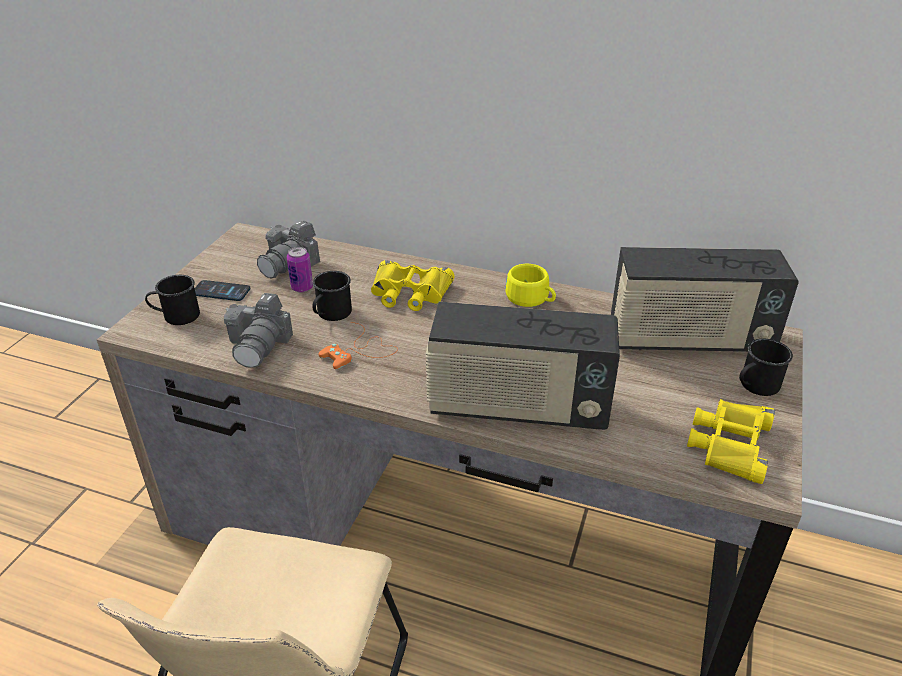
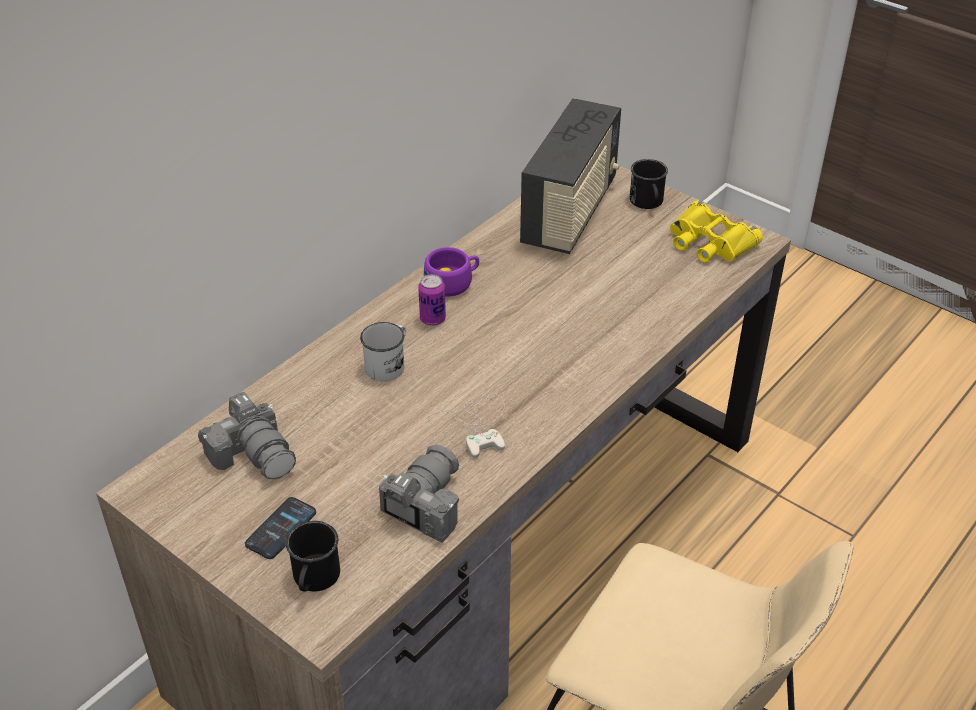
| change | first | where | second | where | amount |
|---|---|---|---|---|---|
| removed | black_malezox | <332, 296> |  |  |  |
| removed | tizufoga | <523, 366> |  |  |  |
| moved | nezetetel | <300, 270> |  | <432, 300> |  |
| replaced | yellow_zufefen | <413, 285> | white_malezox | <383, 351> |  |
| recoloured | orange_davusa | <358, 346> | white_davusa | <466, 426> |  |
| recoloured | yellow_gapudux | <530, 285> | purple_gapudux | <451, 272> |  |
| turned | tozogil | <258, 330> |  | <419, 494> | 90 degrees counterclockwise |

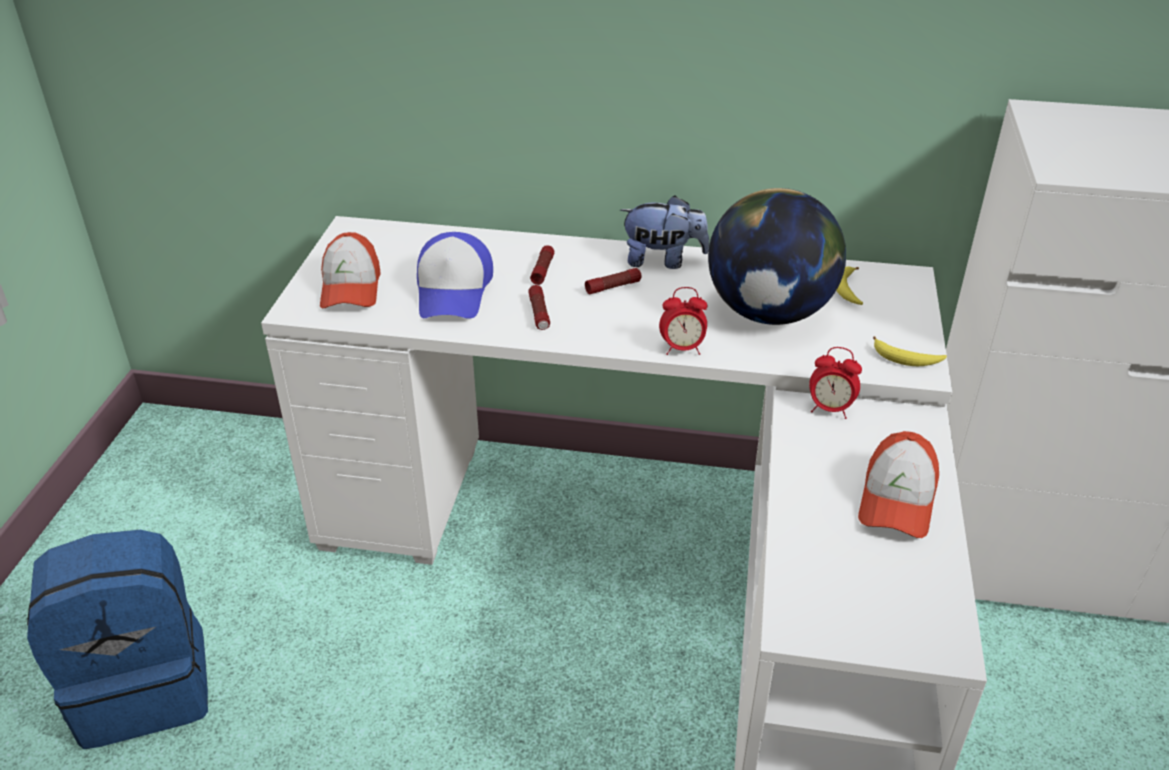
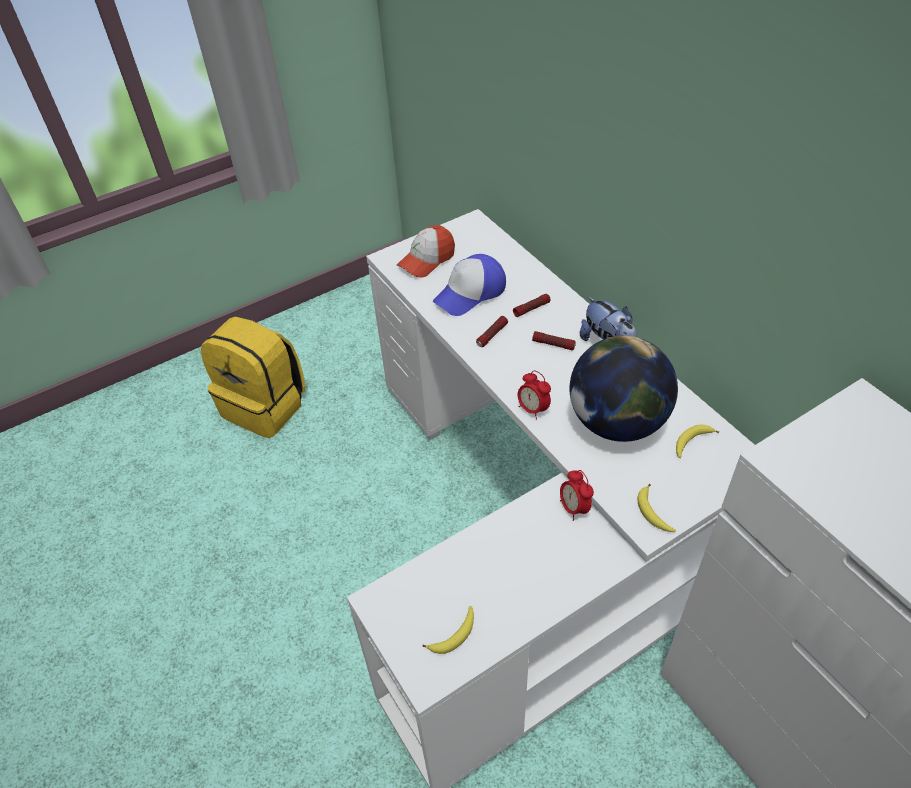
| change | first | where | second | where | amount |
|---|---|---|---|---|---|
| removed | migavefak | <898, 484> |  |  |  |
| added |  |  | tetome | <448, 630> |  |
| recoloured | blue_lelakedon | <117, 639> | yellow_lelakedon | <253, 377> |  |

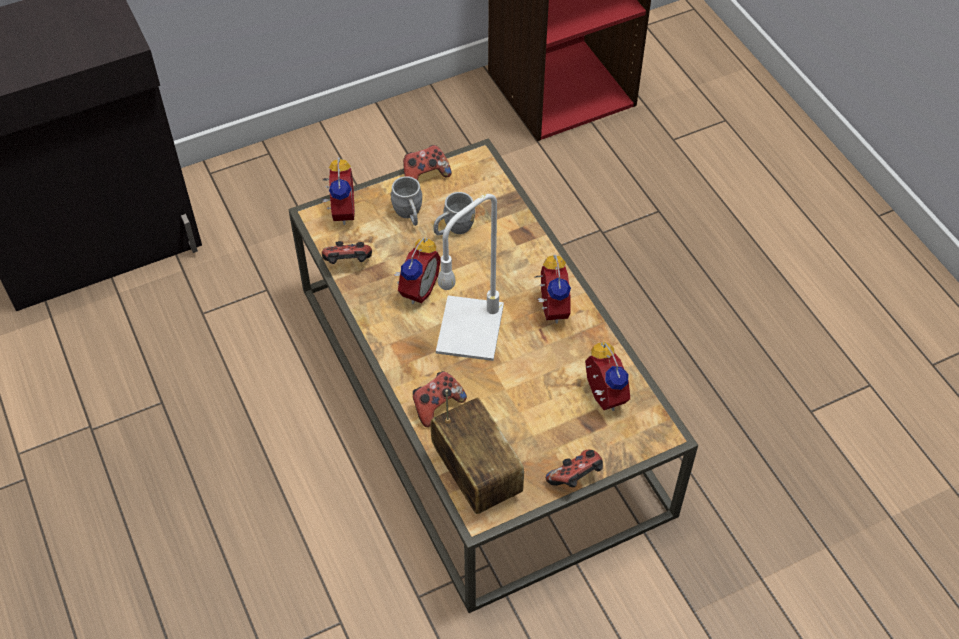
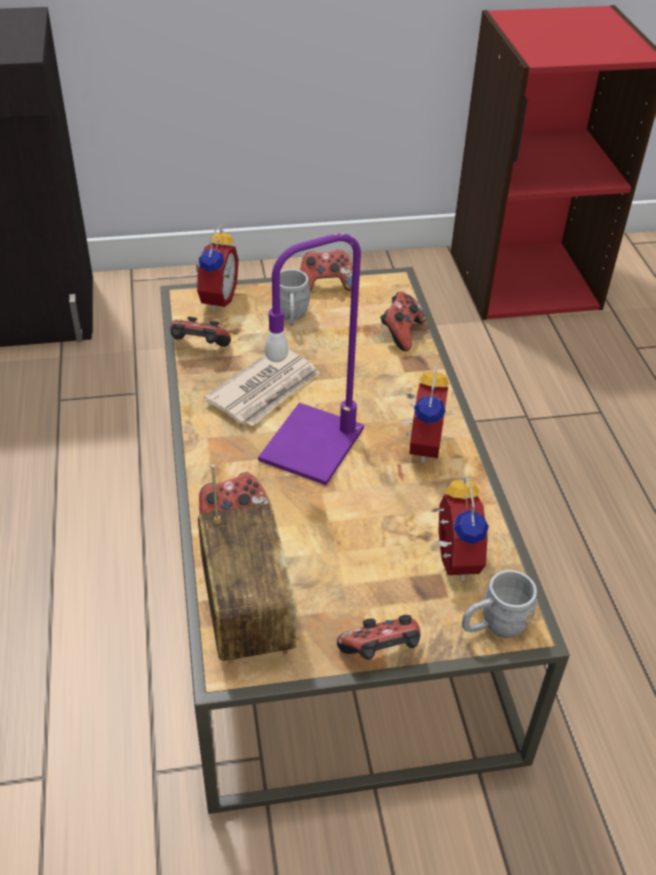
| change | first | where | second | where | amount |
|---|---|---|---|---|---|
| added |  |  | davusa | <403, 321> |  |
| moved | grey_malezox | <454, 213> |  | <499, 604> |  |
| replaced | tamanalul | <417, 270> | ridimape | <262, 387> |  |
| recoloured | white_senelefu | <470, 277> | purple_senelefu | <311, 359> |  |

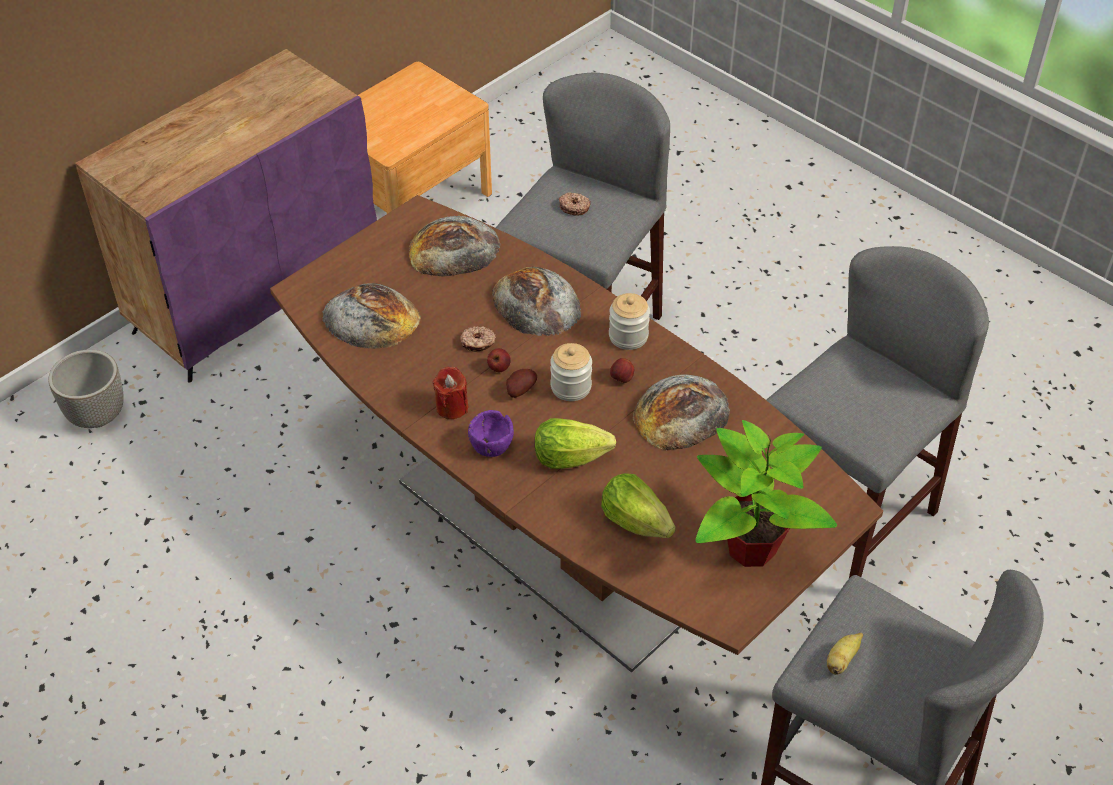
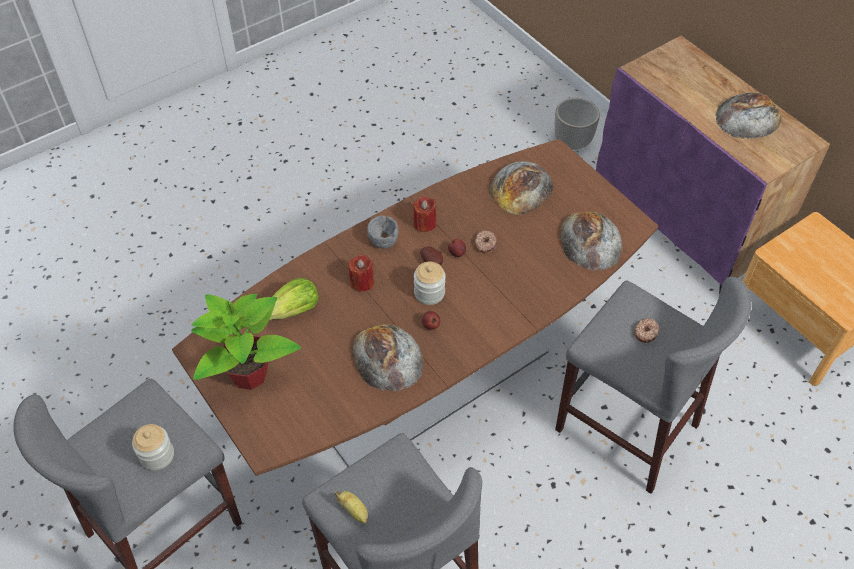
| change | first | where | second | where | amount |
|---|---|---|---|---|---|
| moved | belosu | <536, 301> |  | <748, 115> |  |
| moved | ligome | <629, 321> |  | <153, 447> |  |
| moved | tetome | <845, 654> |  | <351, 507> |  |
| replaced | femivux | <575, 443> | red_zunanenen | <361, 273> |  |
| recoloured | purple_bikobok | <491, 433> | grey_bikobok | <382, 232> |  |

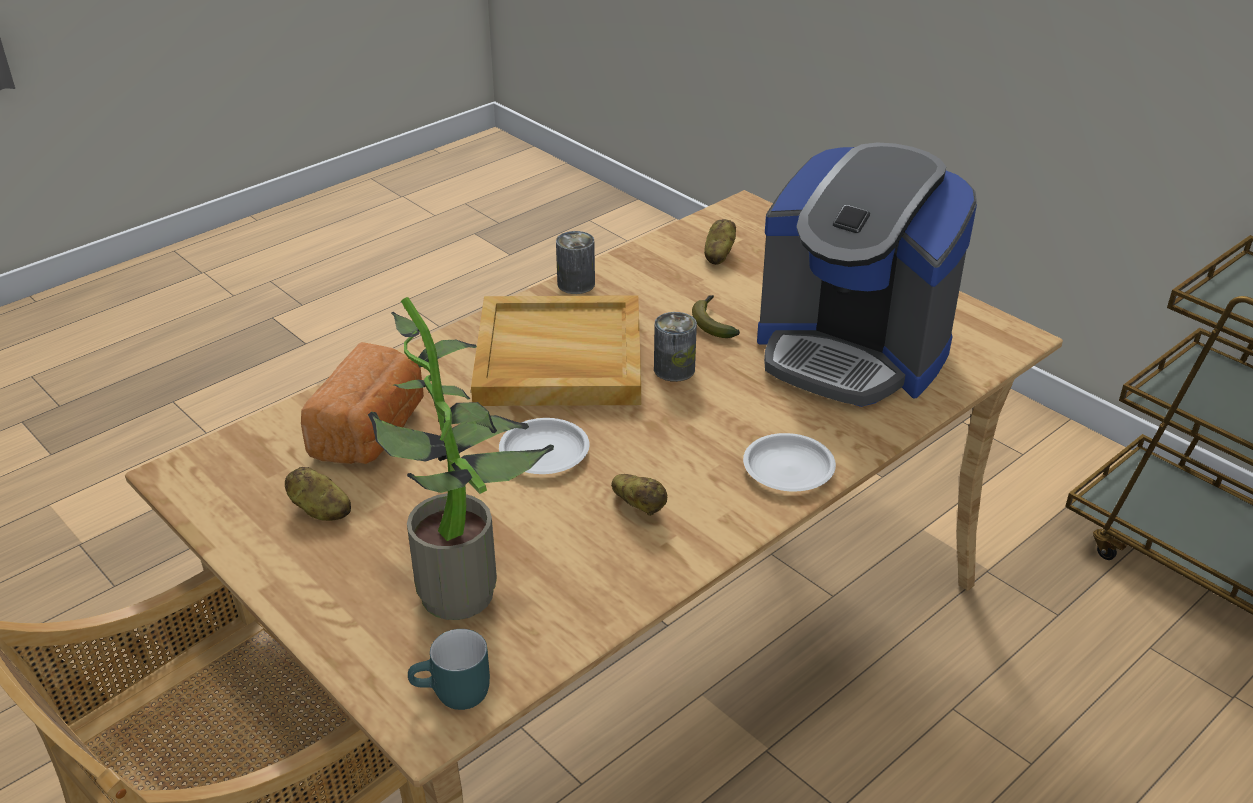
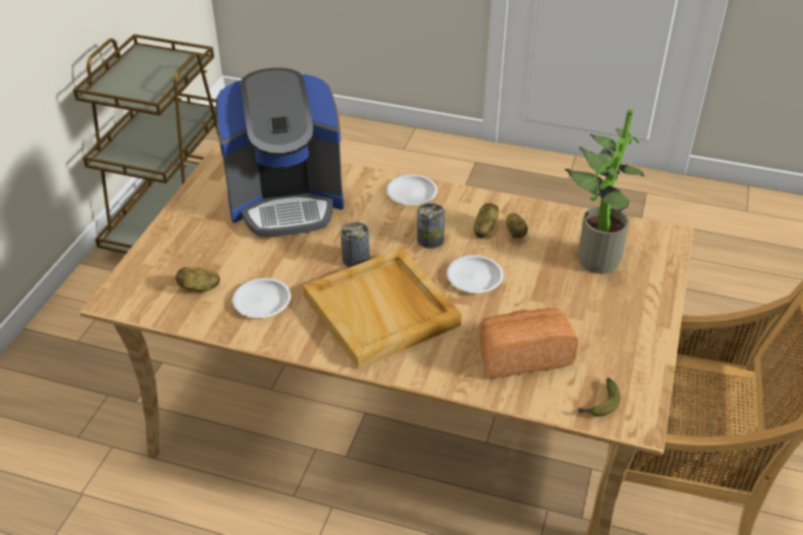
| change | first | where | second | where | amount |
|---|---|---|---|---|---|
| removed | turquoise_malezox | <449, 669> |  |  |  |
| added |  |  | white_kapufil | <261, 298> |  |
| moved | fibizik | <318, 494> |  | <517, 226> |  |
| moved | nezetetel | <575, 262> |  | <431, 226> |  |
| moved | tetome | <716, 316> |  | <599, 397> |  |
| turned | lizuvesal | <867, 274> |  | <280, 152> | 75 degrees clockwise |

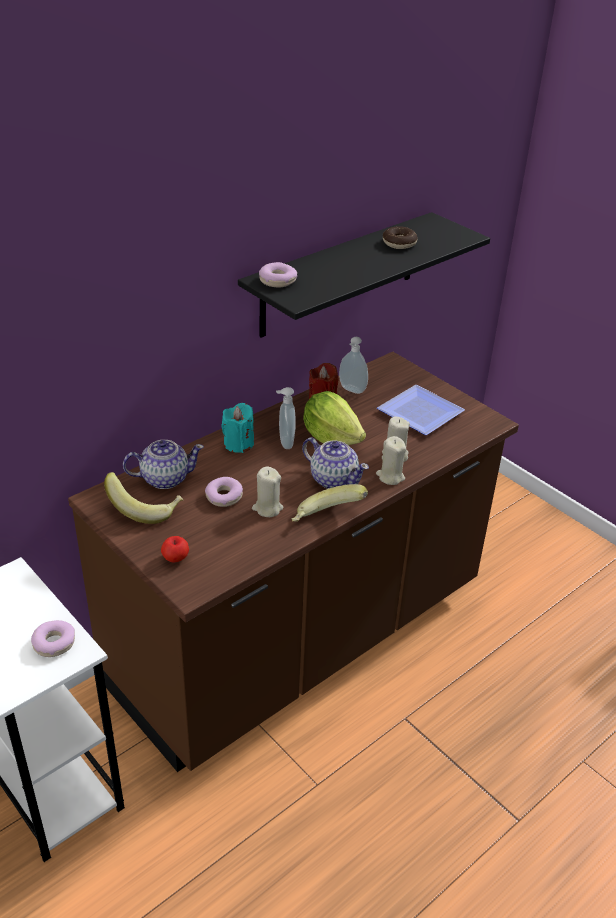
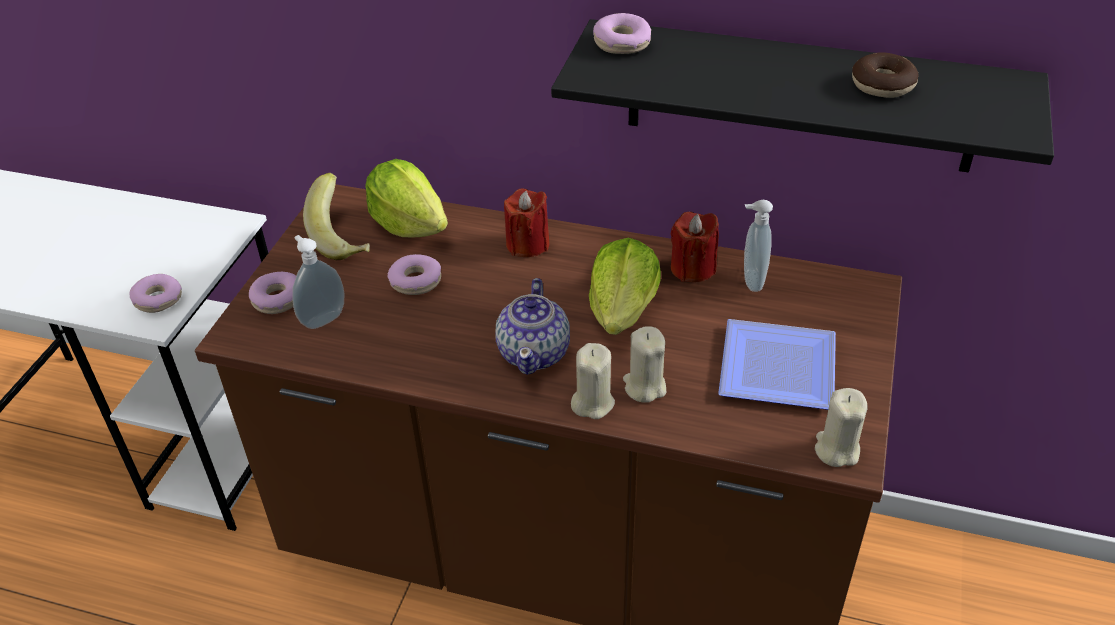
| change | first | where | second | where | amount |
|---|---|---|---|---|---|
| removed | tetome | <330, 503> |  |  |  |
| moved | beige_zunanenen | <267, 492> |  | <841, 427> |  |
| moved | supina | <286, 418> |  | <318, 282> |  |
| replaced | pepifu | <163, 464> | femivux | <406, 198> |  |
| replaced | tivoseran | <175, 549> | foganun | <272, 293> |  |
| recoloured | turquoise_zunanenen | <238, 428> | red_zunanenen | <527, 223> |  |

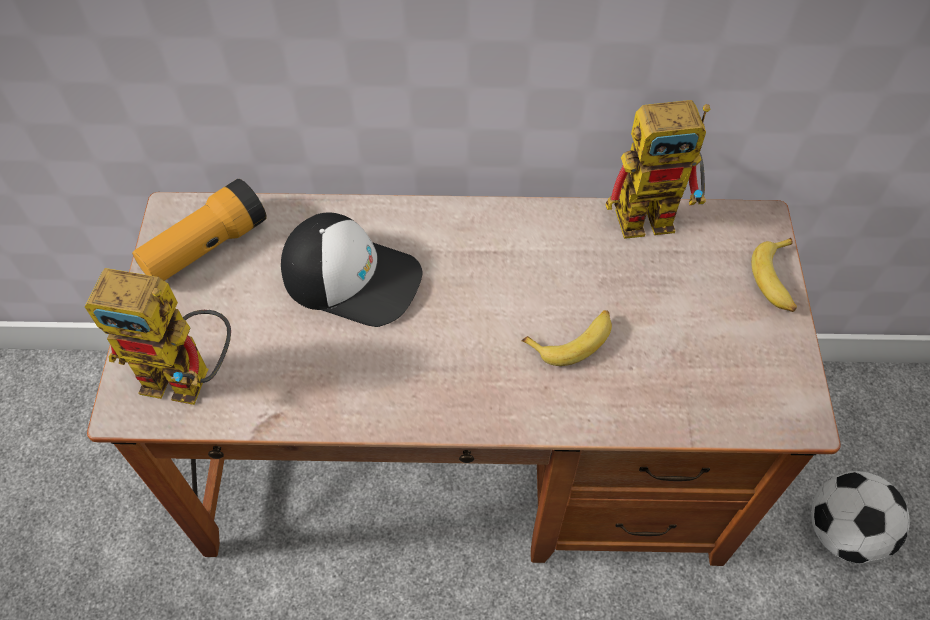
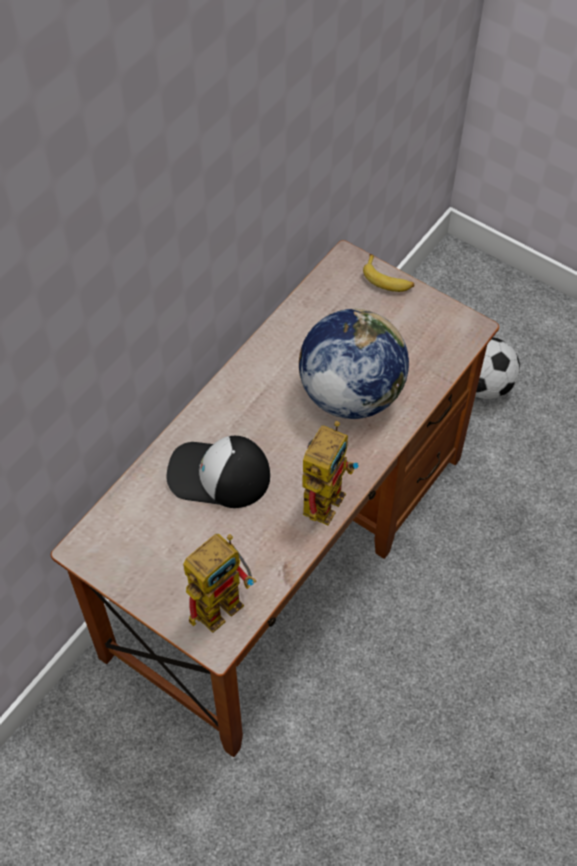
| change | first | where | second | where | amount |
|---|---|---|---|---|---|
| removed | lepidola | <199, 230> |  |  |  |
| moved | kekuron | <658, 169> |  | <330, 473> |  |
| replaced | tetome | <567, 338> | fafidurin | <354, 364> |  |
| turned | migavefak | <352, 269> |  | <218, 472> | 135 degrees counterclockwise |

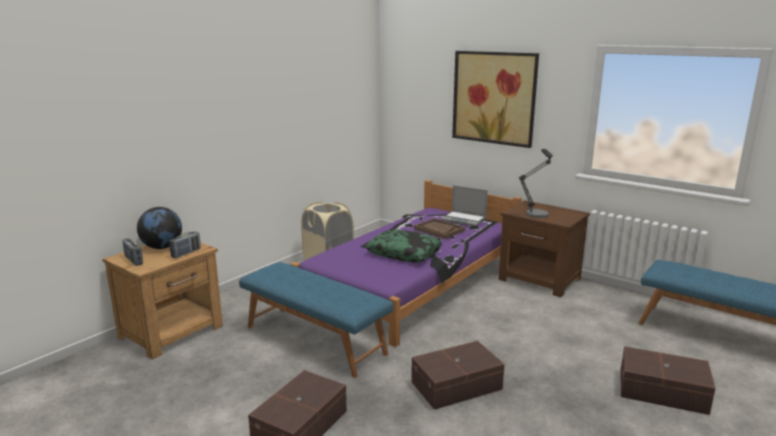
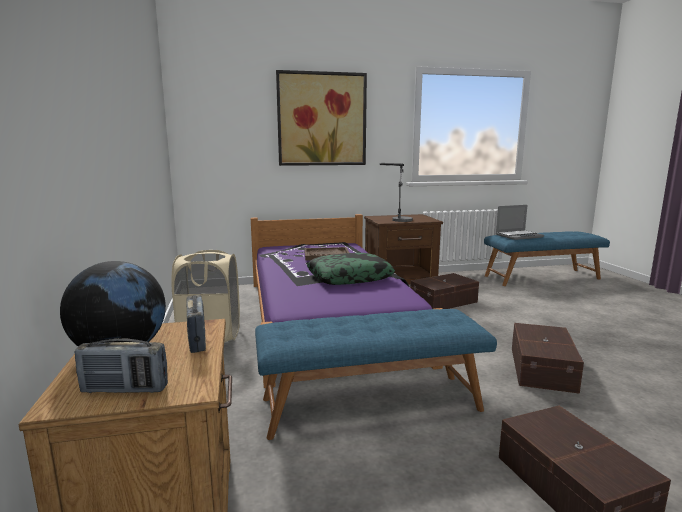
| change | first | where | second | where | amount |
|---|---|---|---|---|---|
| moved | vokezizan | <464, 206> |  | <520, 222> |  |
| moved | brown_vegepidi | <668, 380> |  | <444, 291> |  |

